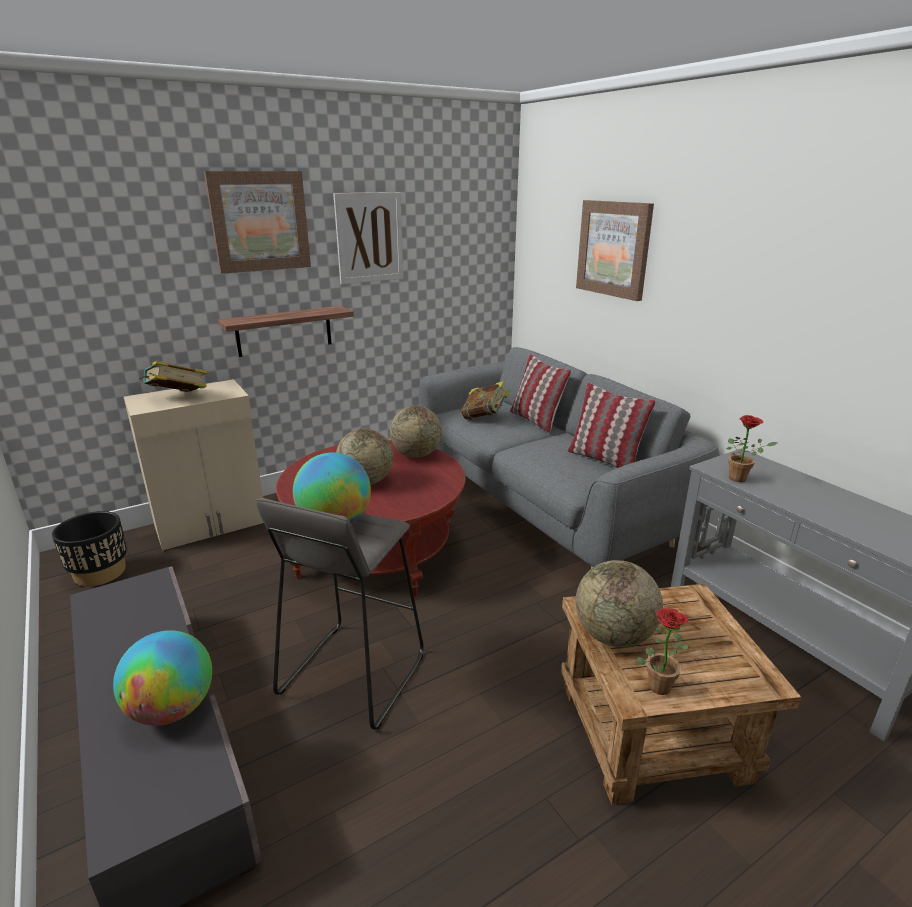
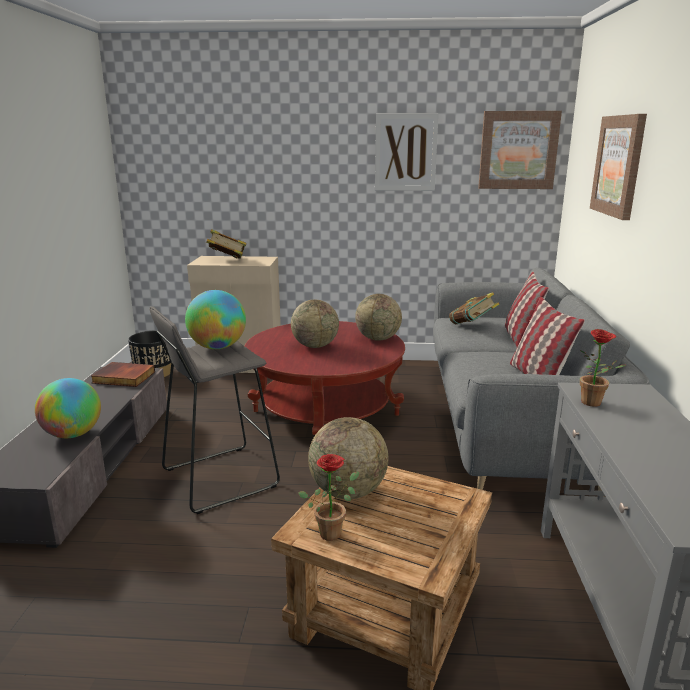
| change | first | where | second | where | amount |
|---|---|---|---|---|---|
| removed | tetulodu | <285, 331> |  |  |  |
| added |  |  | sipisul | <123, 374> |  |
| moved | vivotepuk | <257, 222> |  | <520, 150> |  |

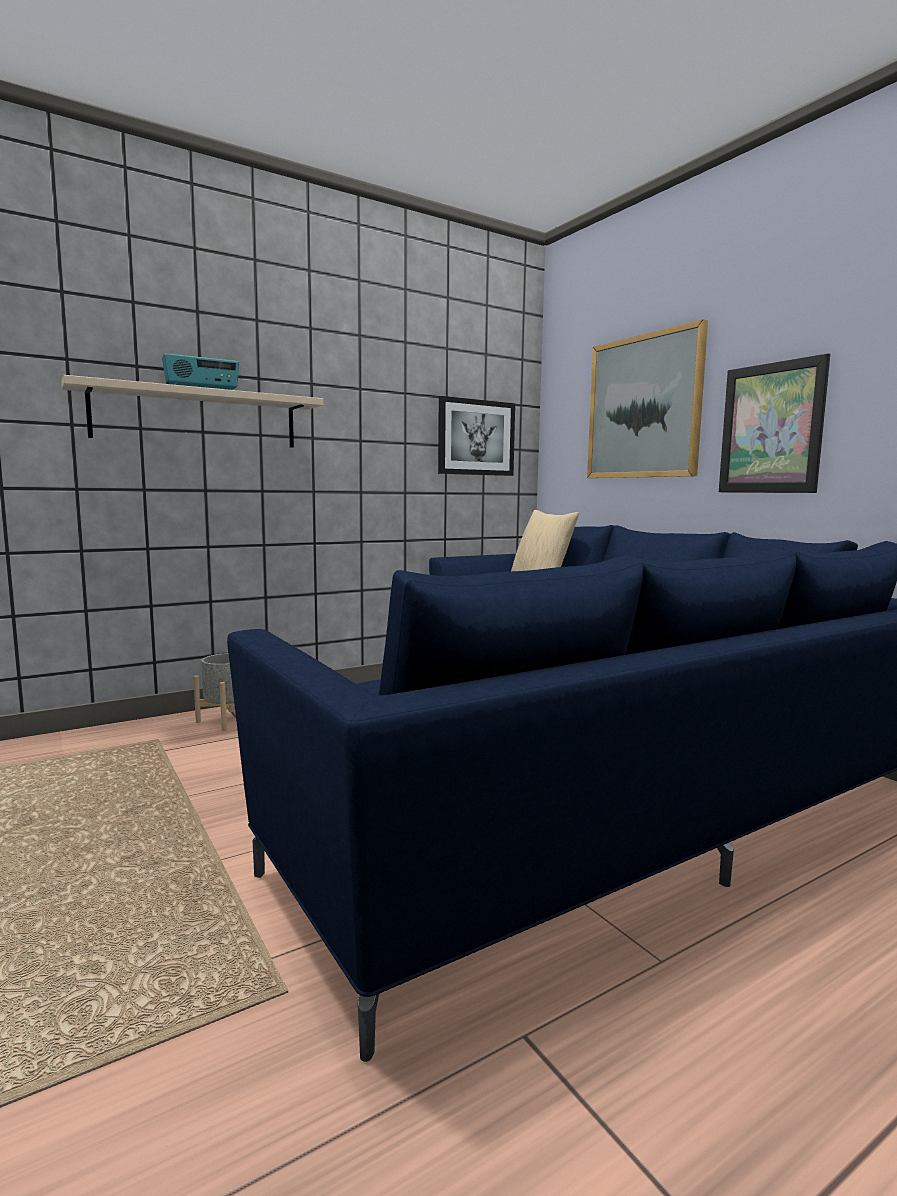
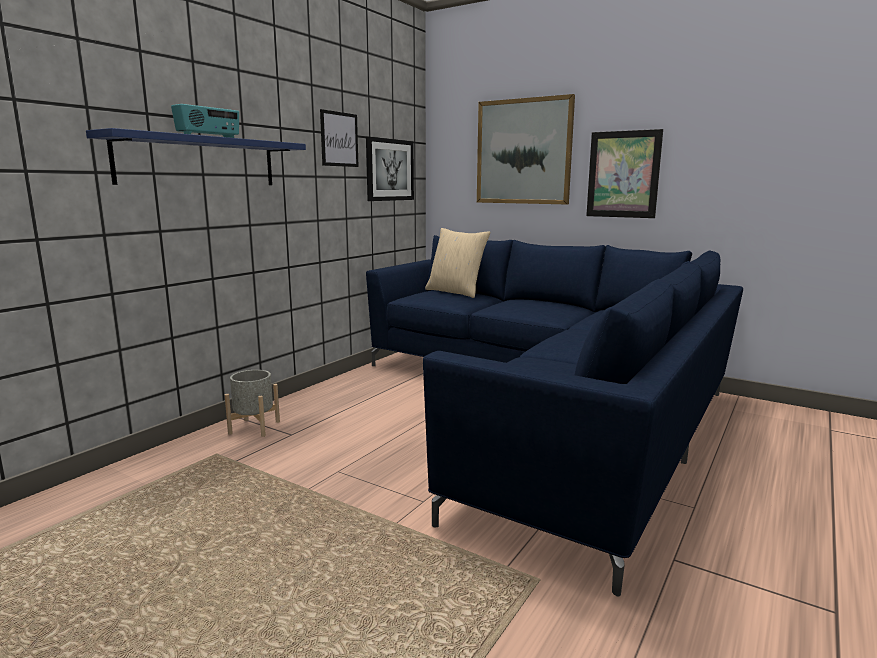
| change | first | where | second | where | amount |
|---|---|---|---|---|---|
| added |  |  | vivotepuk | <339, 138> |  |
| recoloured | beige_tetulodu | <192, 411> | blue_tetulodu | <196, 156> |  |

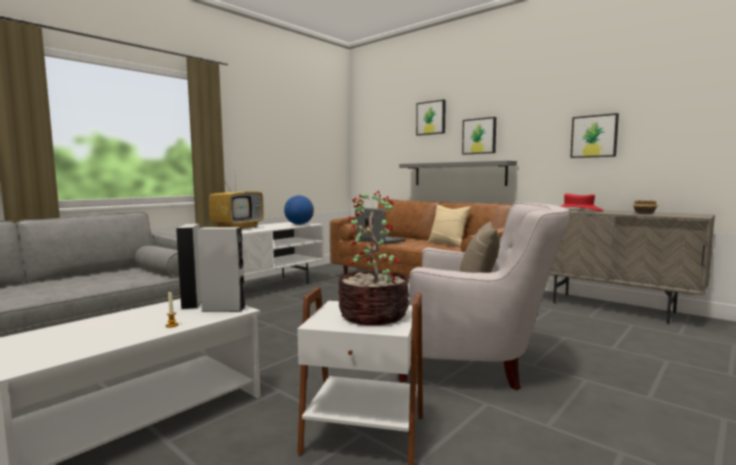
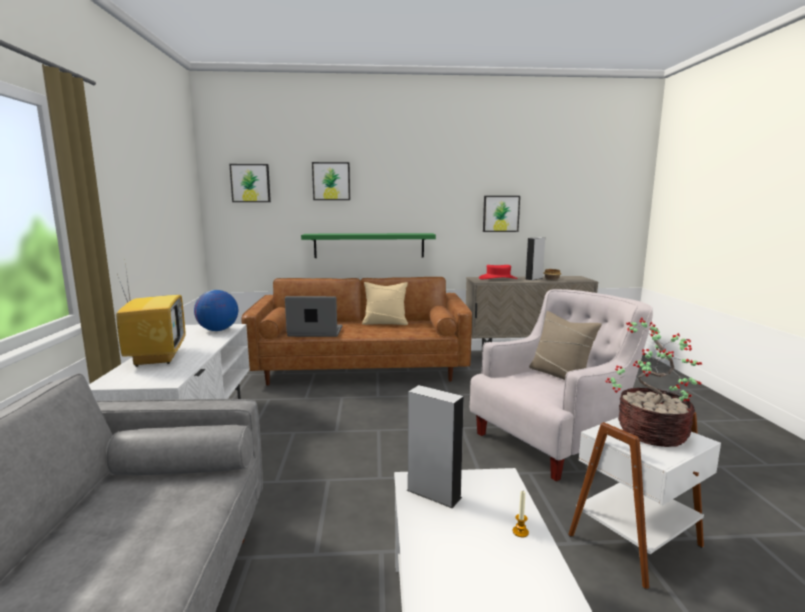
| change | first | where | second | where | amount |
|---|---|---|---|---|---|
| moved | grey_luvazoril | <221, 269> |  | <535, 258> |  |
| moved | vivotepuk | <479, 136> |  | <250, 183> |  |
| recoloured | grey_tetulodu | <458, 173> | green_tetulodu | <368, 245> |  |

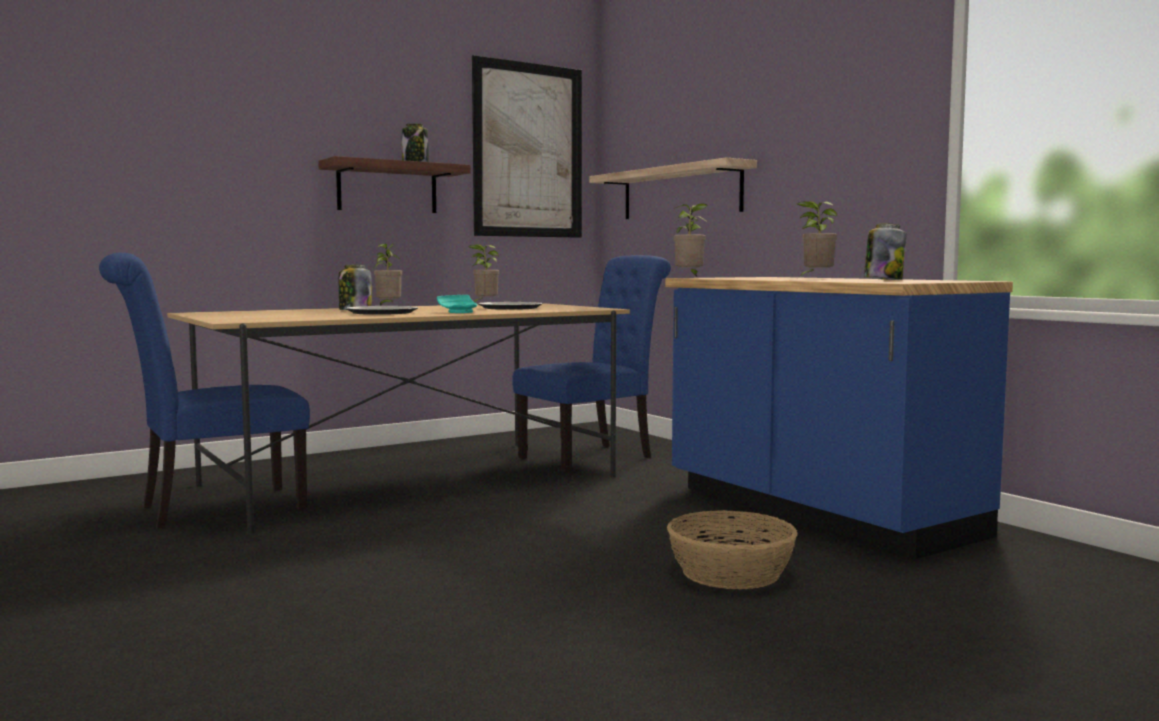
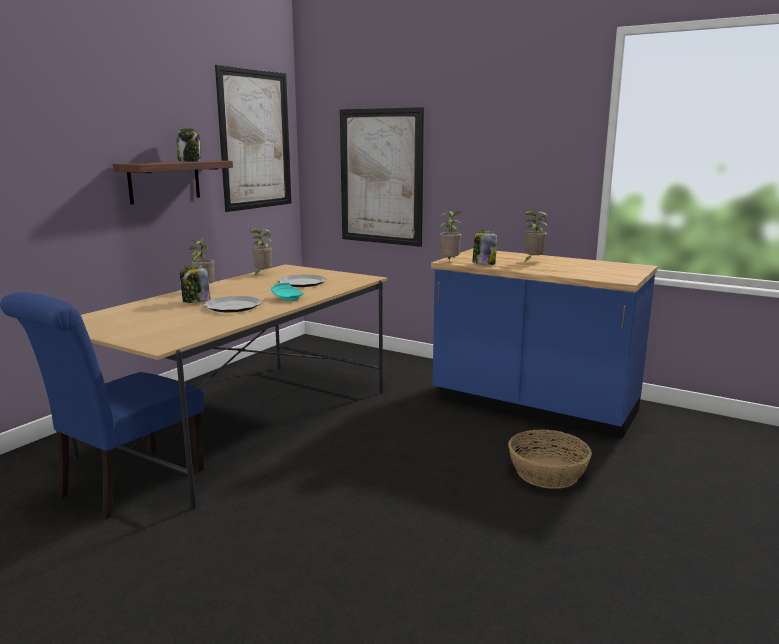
| change | first | where | second | where | amount |
|---|---|---|---|---|---|
| removed | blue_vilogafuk | <591, 363> |  |  |  |
| moved | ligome | <885, 251> |  | <485, 247> |  |
| replaced | tetulodu | <673, 188> | vivotepuk | <382, 177> |  |

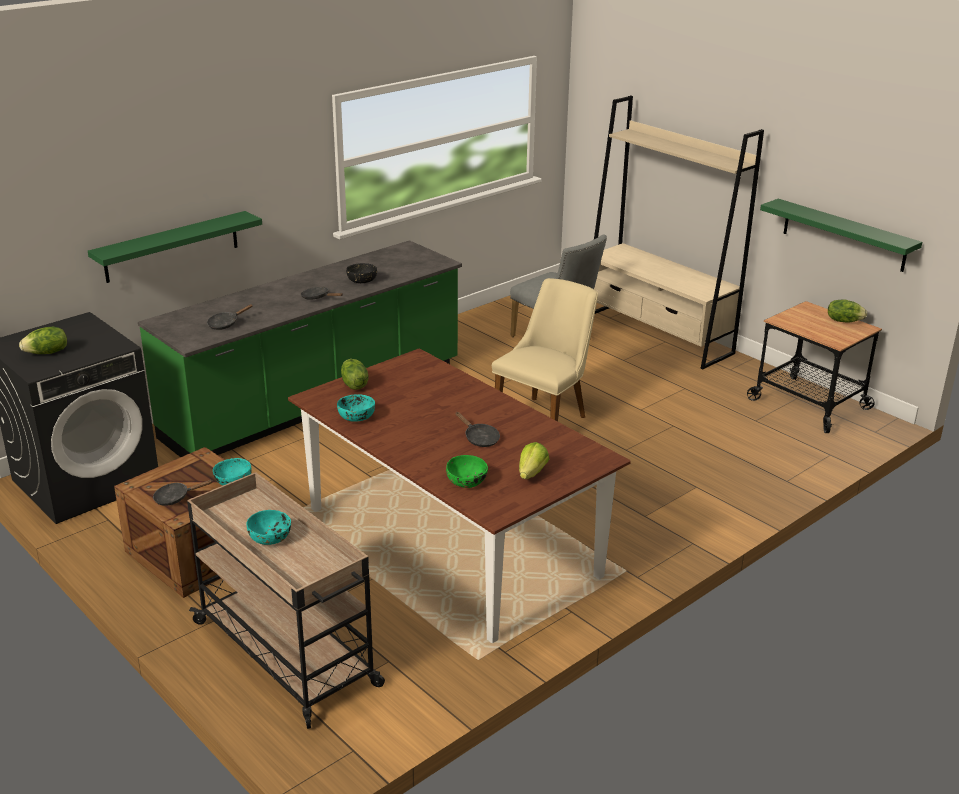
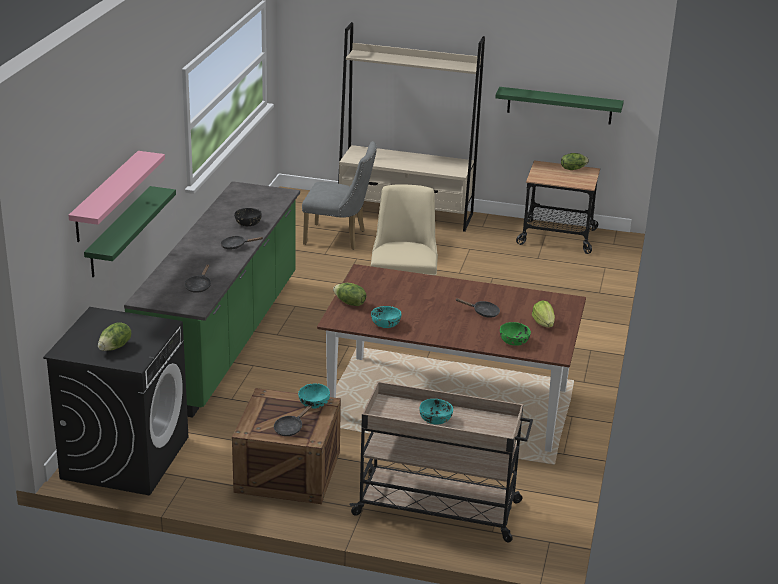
| change | first | where | second | where | amount |
|---|---|---|---|---|---|
| added |  |  | pink_tetulodu | <116, 196> |  |

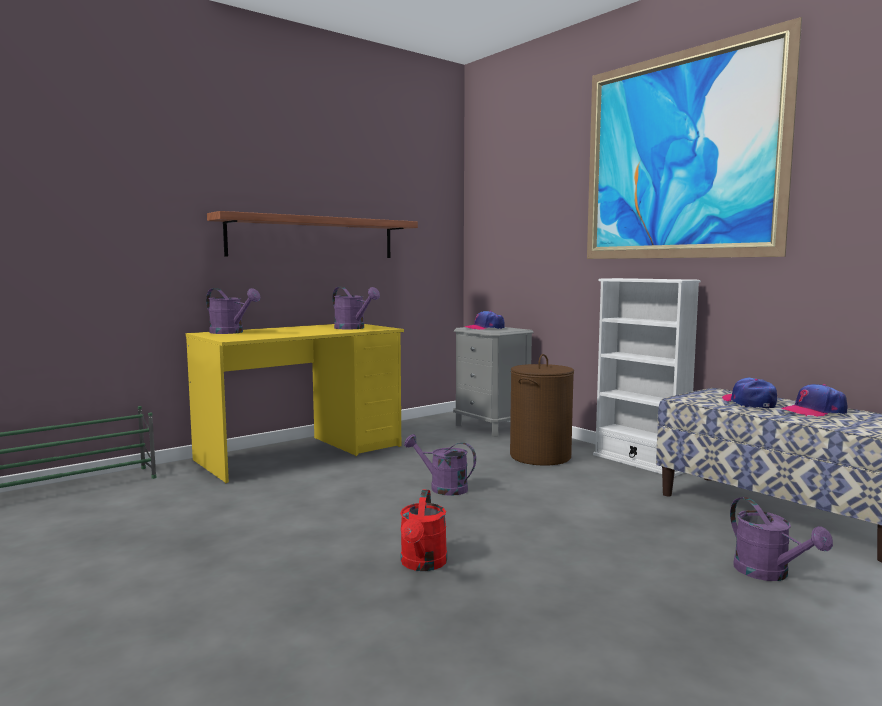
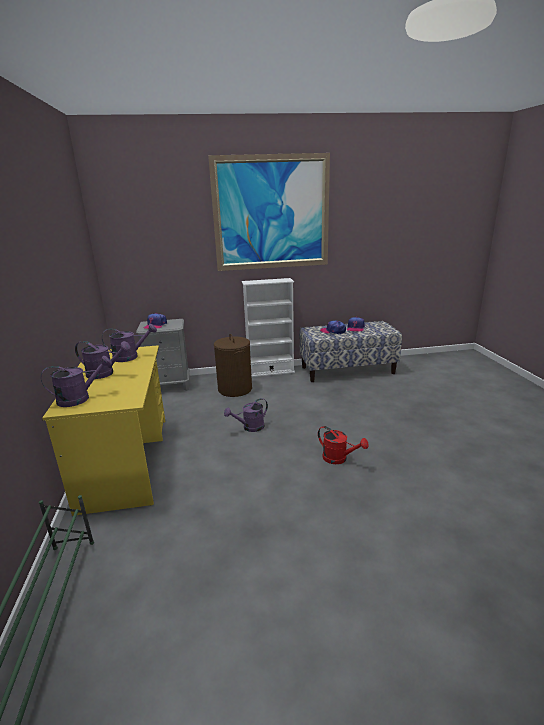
| change | first | where | second | where | amount |
|---|---|---|---|---|---|
| removed | tetulodu | <312, 234> |  |  |  |
| moved | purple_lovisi | <781, 539> |  | <103, 360> |  |

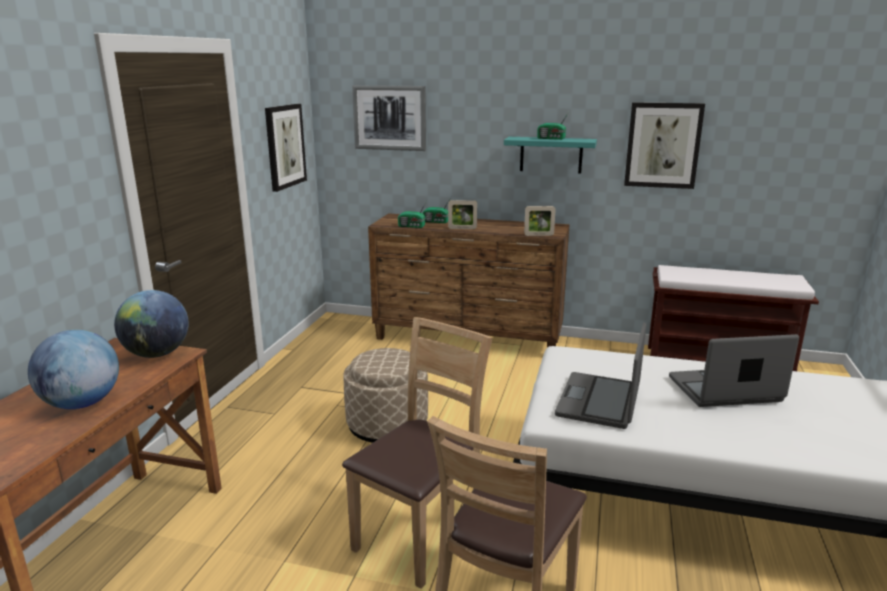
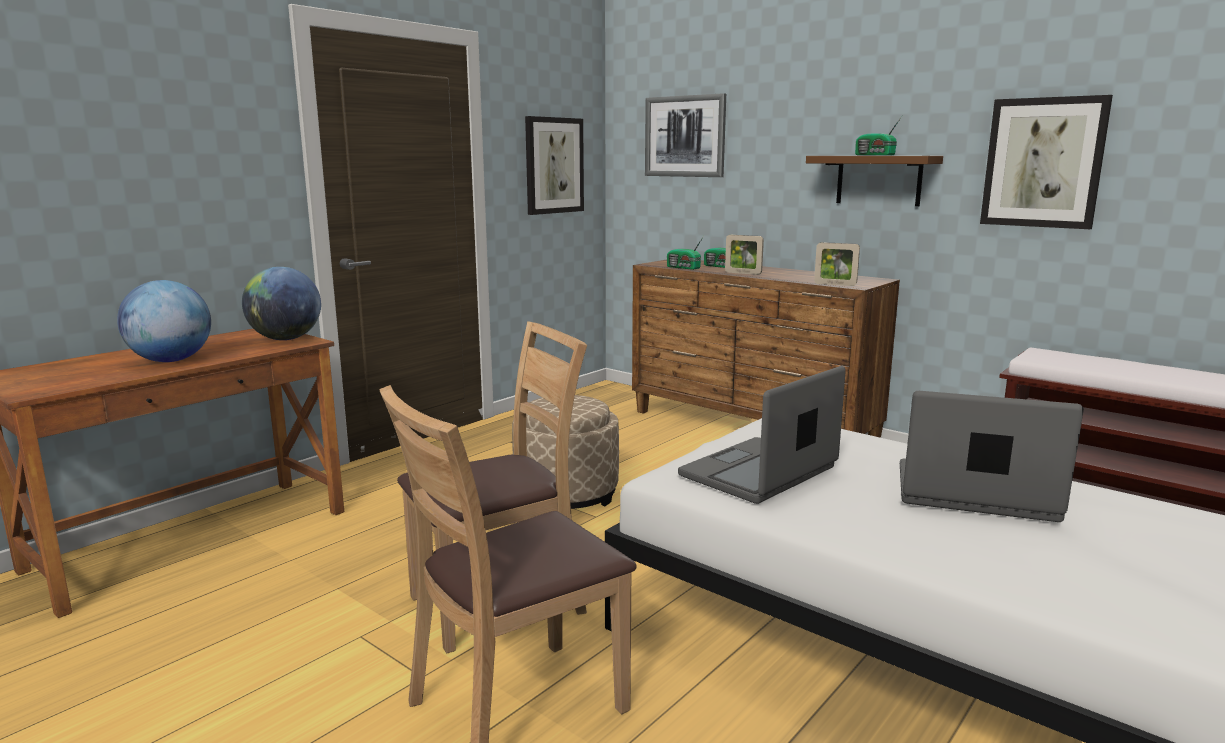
| change | first | where | second | where | amount |
|---|---|---|---|---|---|
| recoloured | turquoise_tetulodu | <550, 155> | brown_tetulodu | <874, 181> |  |

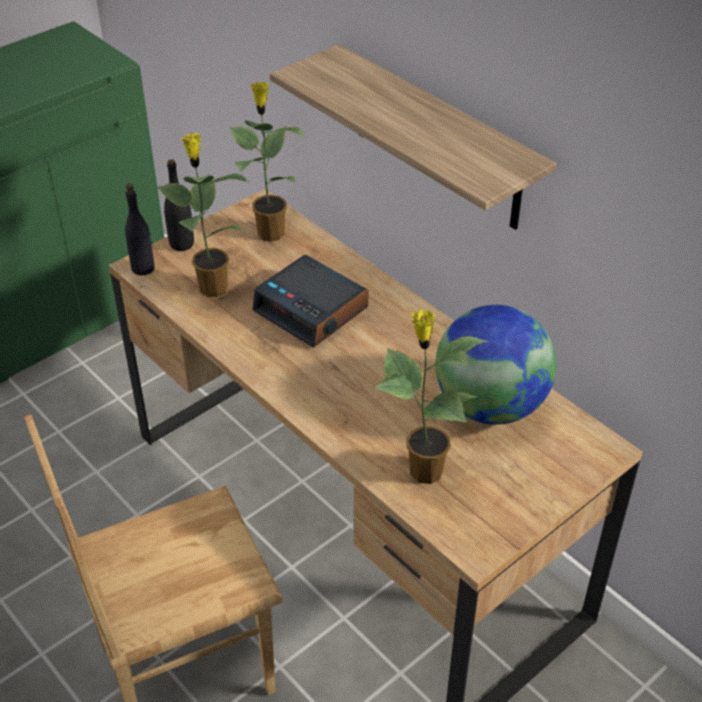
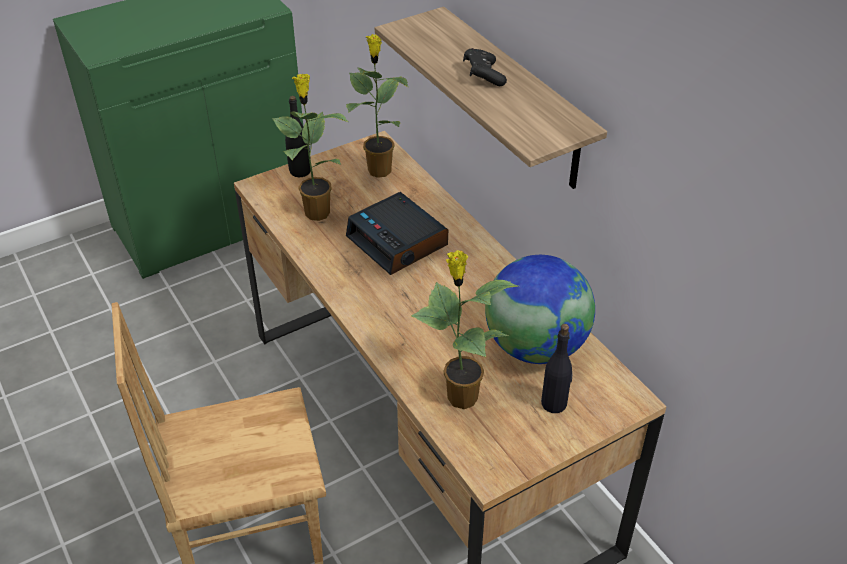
| change | first | where | second | where | amount |
|---|---|---|---|---|---|
| added |  |  | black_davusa | <485, 67> |  |
| moved | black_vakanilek | <140, 229> |  | <556, 368> |  |

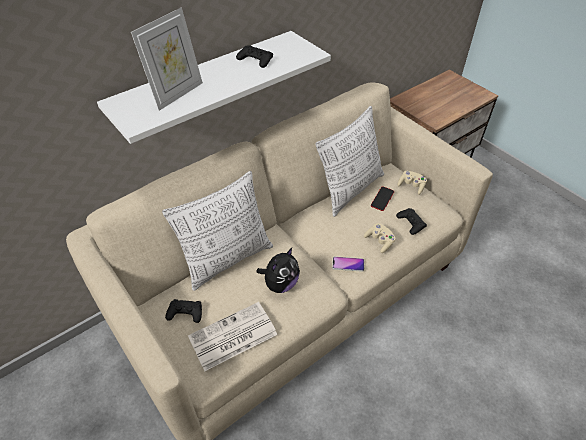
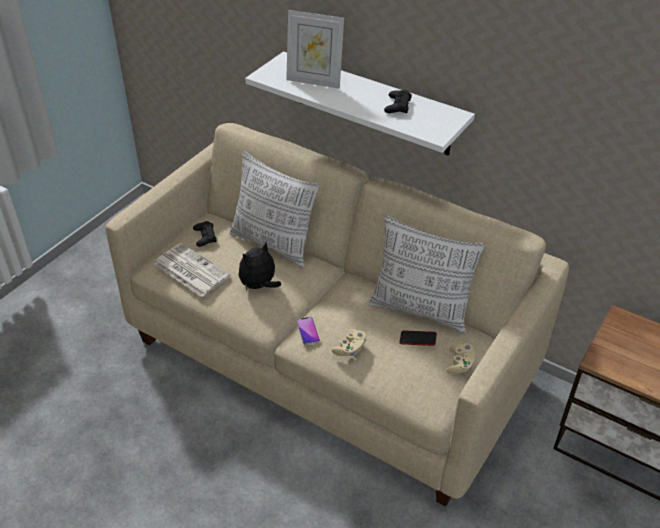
| change | first | where | second | where | amount |
|---|---|---|---|---|---|
| removed | black_davusa | <411, 221> |  |  |  |
| turned | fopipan | <278, 270> |  | <260, 266> | 120 degrees clockwise |

